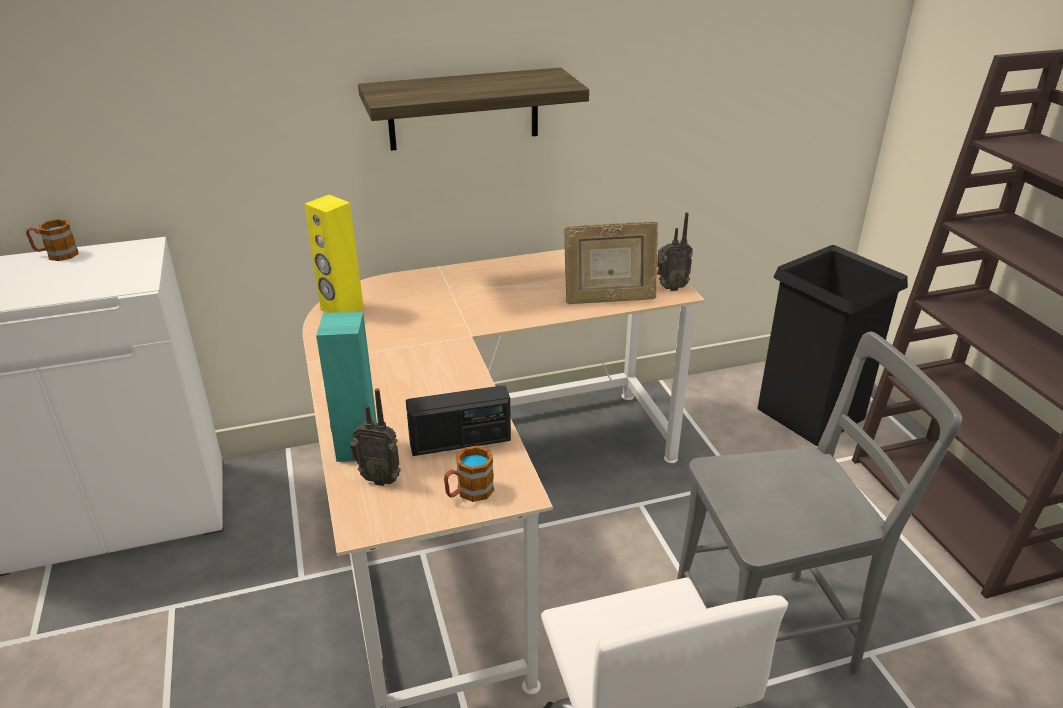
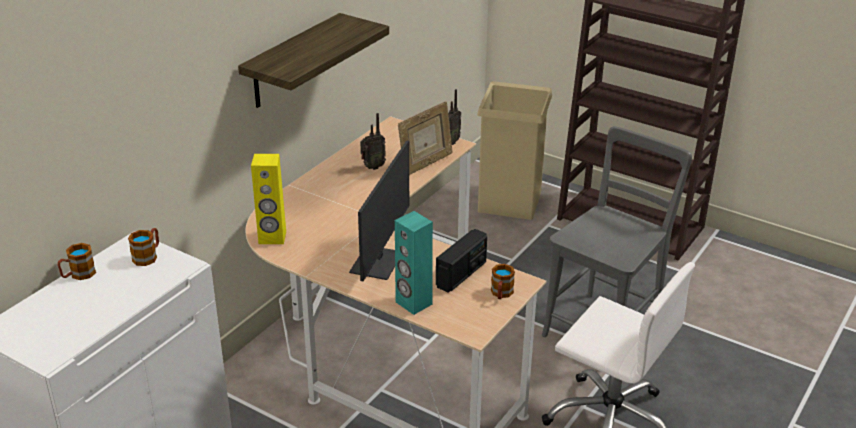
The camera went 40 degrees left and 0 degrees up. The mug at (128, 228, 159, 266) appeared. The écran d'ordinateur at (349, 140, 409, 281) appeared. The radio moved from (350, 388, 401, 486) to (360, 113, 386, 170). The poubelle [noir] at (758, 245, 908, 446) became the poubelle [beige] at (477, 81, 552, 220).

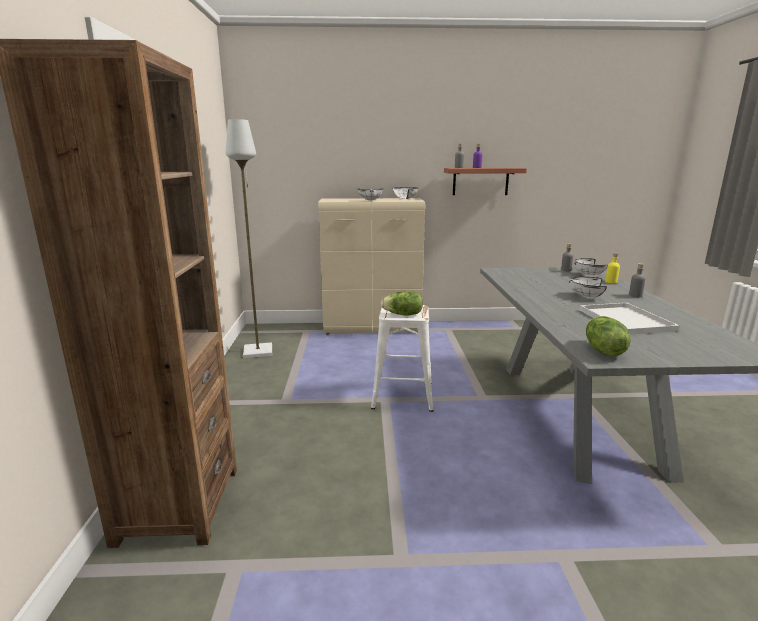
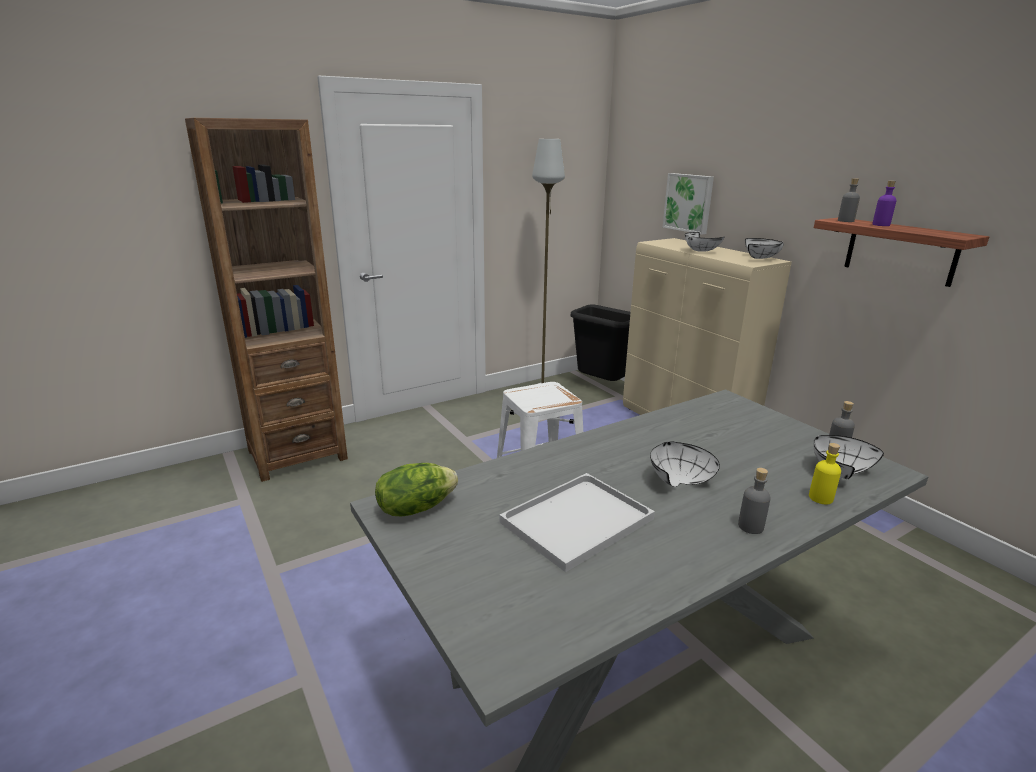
The camera went 60 degrees right and 5 degrees up. The laitue at (381, 291, 423, 316) disappeared. The poubelle [noir] at (571, 304, 630, 381) appeared. The tableau at (663, 173, 714, 235) appeared.

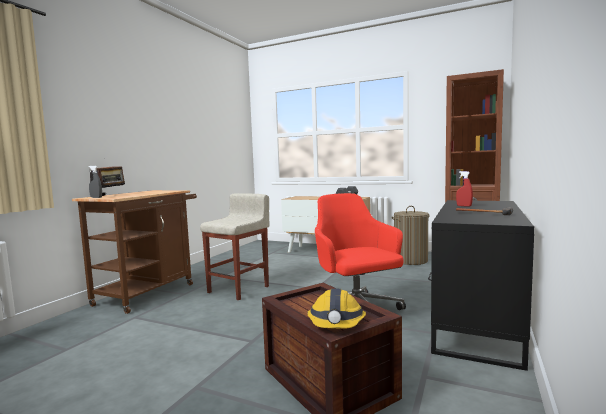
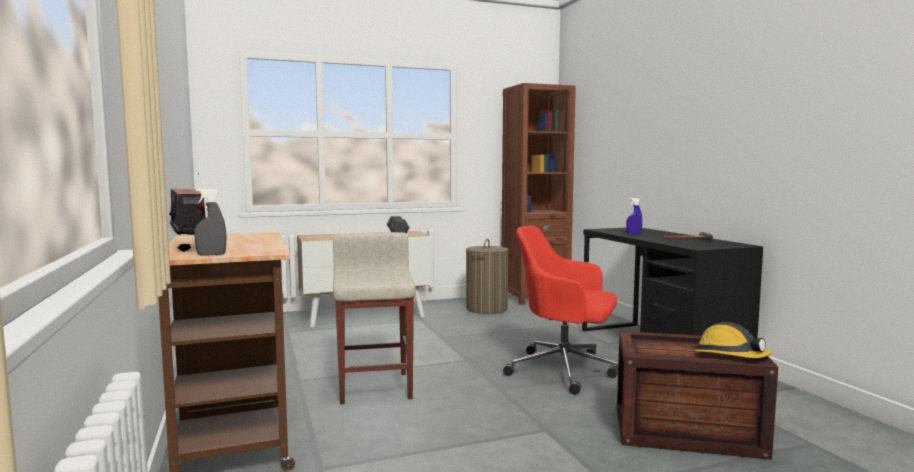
The camera went 45 degrees left and 0 degrees up. The vaporisateur [rouge] at (456, 171, 473, 207) became the vaporisateur [bleu] at (626, 198, 642, 234).

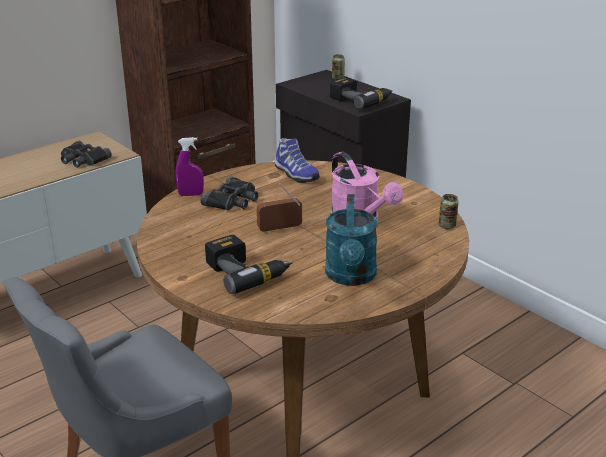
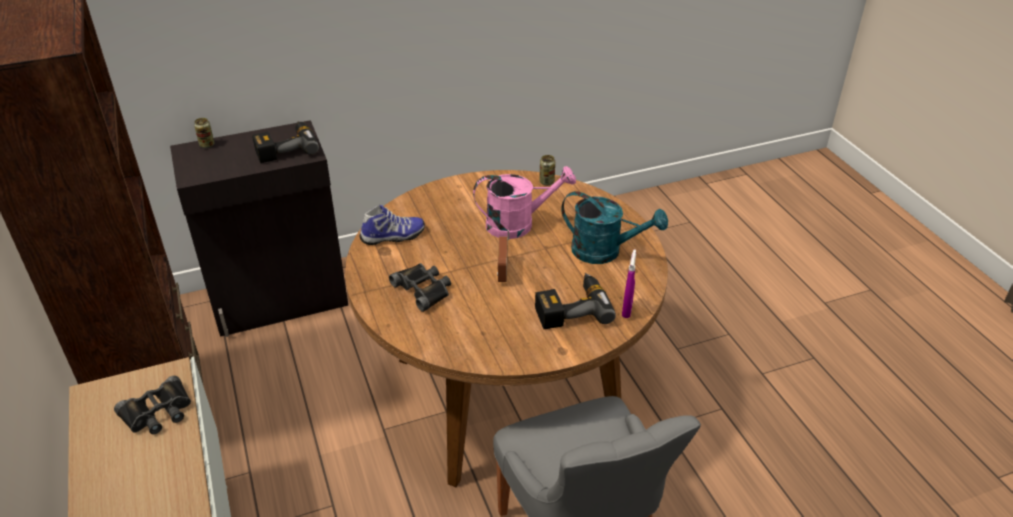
The camera went 70 degrees left and 10 degrees up. The vaporisateur [violet] moved from (176, 137, 204, 196) to (622, 249, 636, 318).

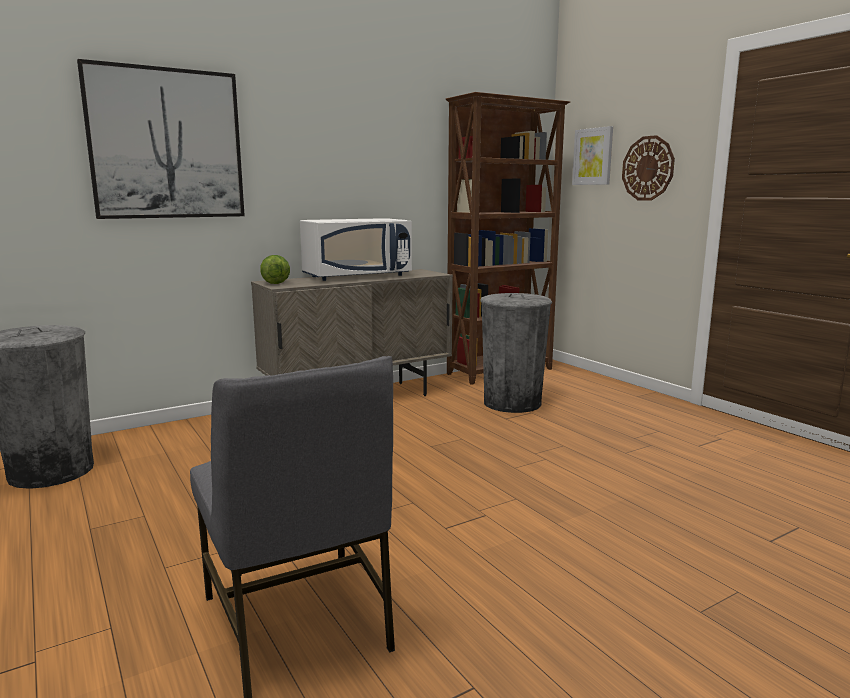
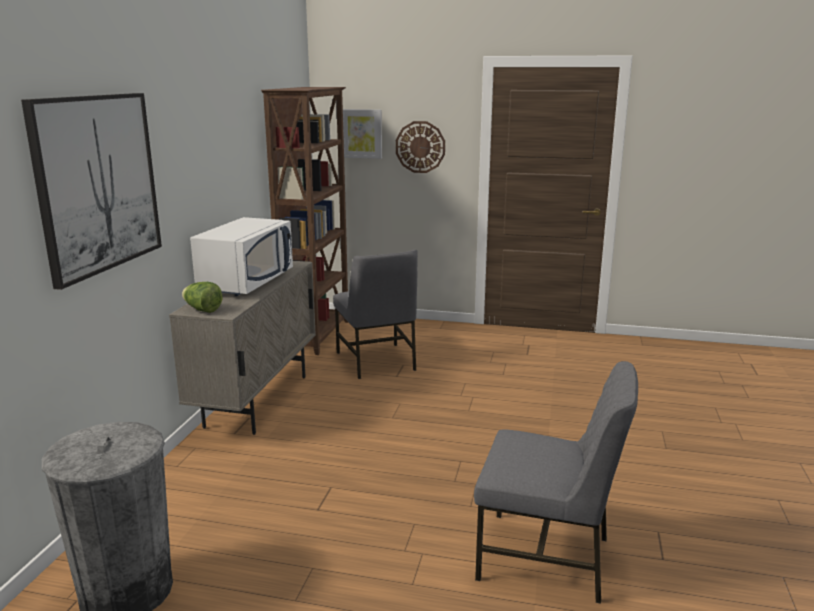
The camera went 45 degrees left and 5 degrees up. The poubelle [gris] at (480, 293, 552, 413) was replaced by the chaise [gris] at (333, 250, 418, 379).

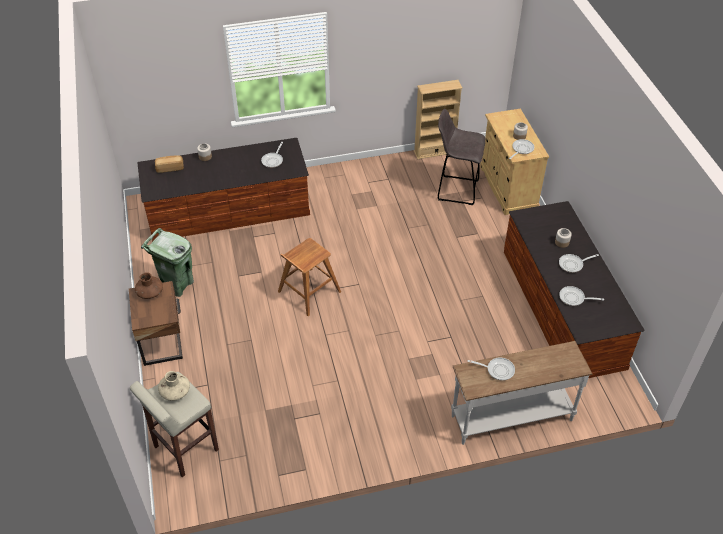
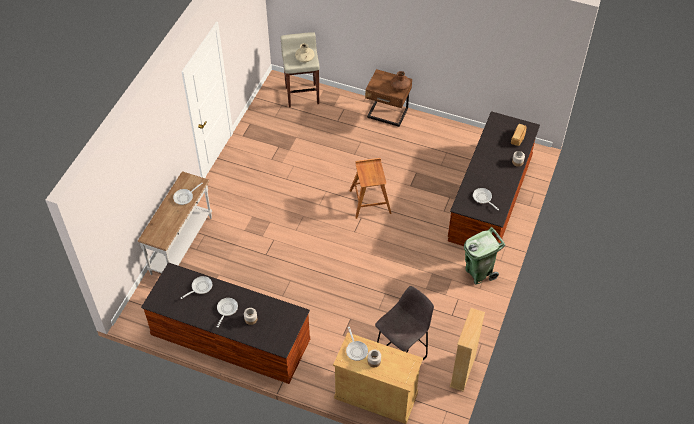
The camera went 125 degrees right and 5 degrees up. The poubelle [vert] moved from (141, 228, 194, 297) to (464, 227, 505, 285).

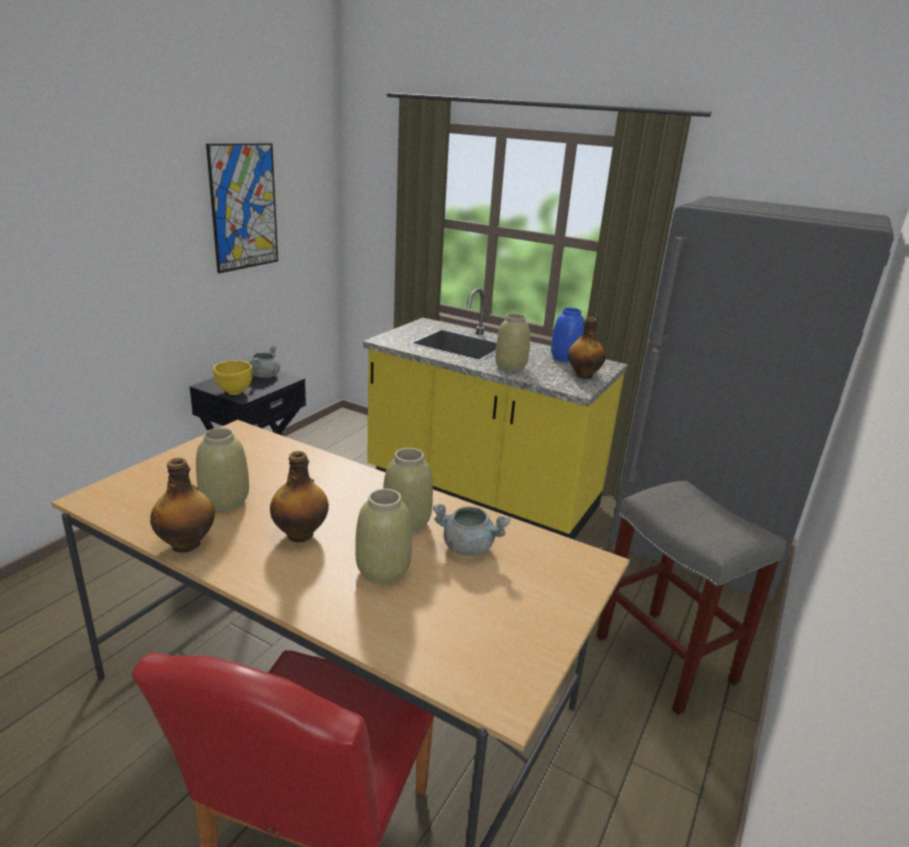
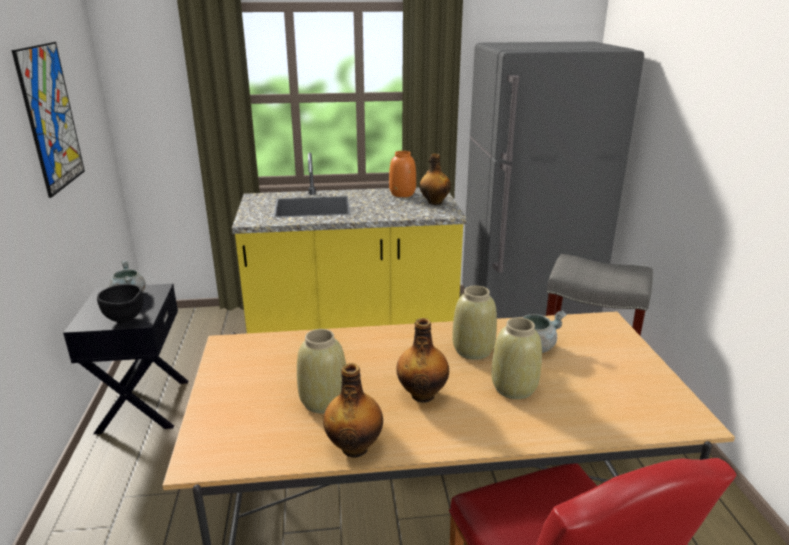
The camera went 35 degrees left and 0 degrees up. The vase [beige] at (495, 314, 530, 371) disappeared. The bol [jaune] at (213, 361, 253, 395) became the bol [noir] at (97, 284, 143, 324). The vase [bleu] at (551, 308, 585, 362) became the vase [orange] at (389, 151, 416, 197).

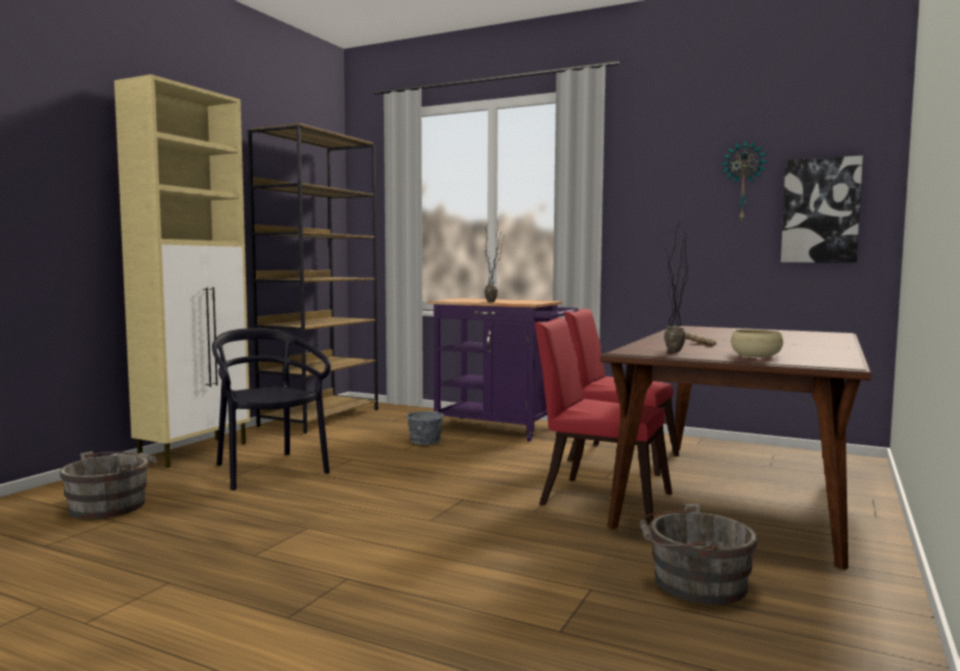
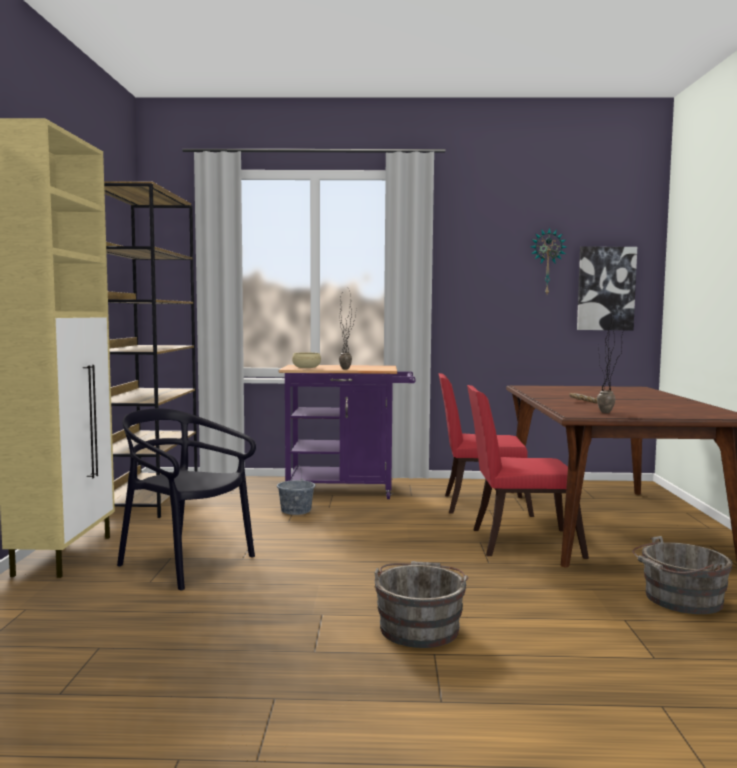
The camera went 25 degrees left and 0 degrees up. The seau [gris] moved from (60, 451, 158, 519) to (374, 561, 468, 648). The bol [beige] moved from (731, 329, 783, 357) to (292, 353, 321, 368).

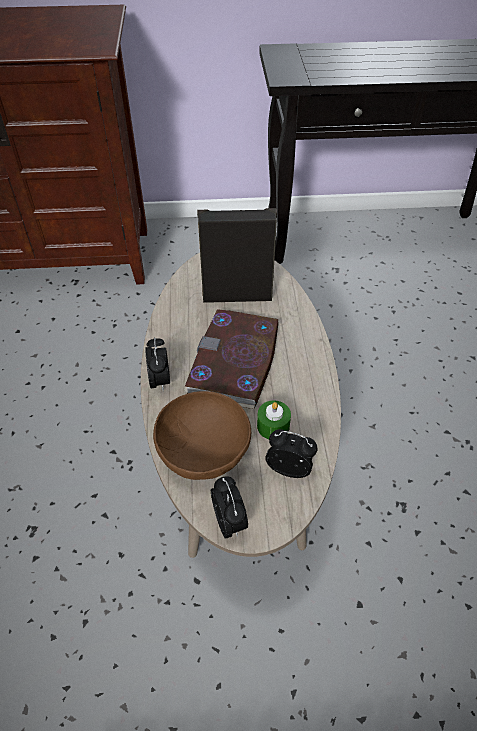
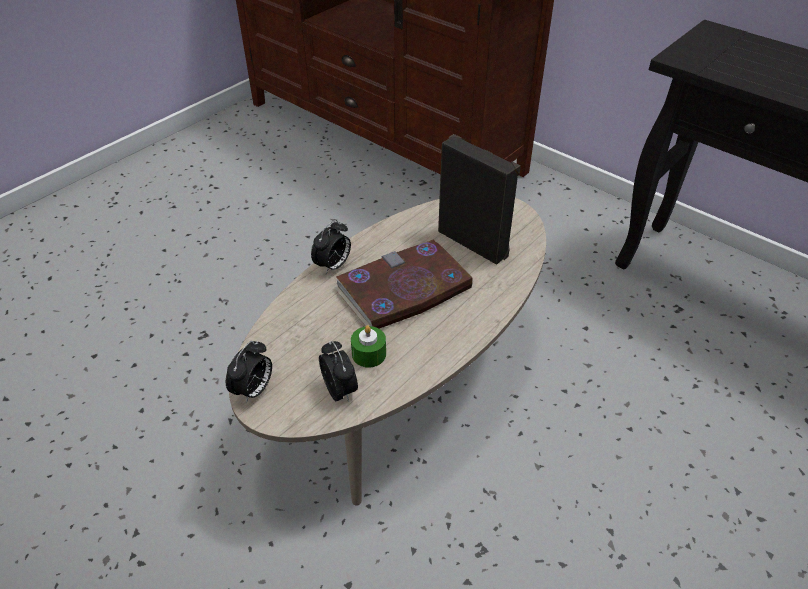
The camera went 45 degrees right and 5 degrees down. The bol [marron] at (153, 391, 251, 480) disappeared.

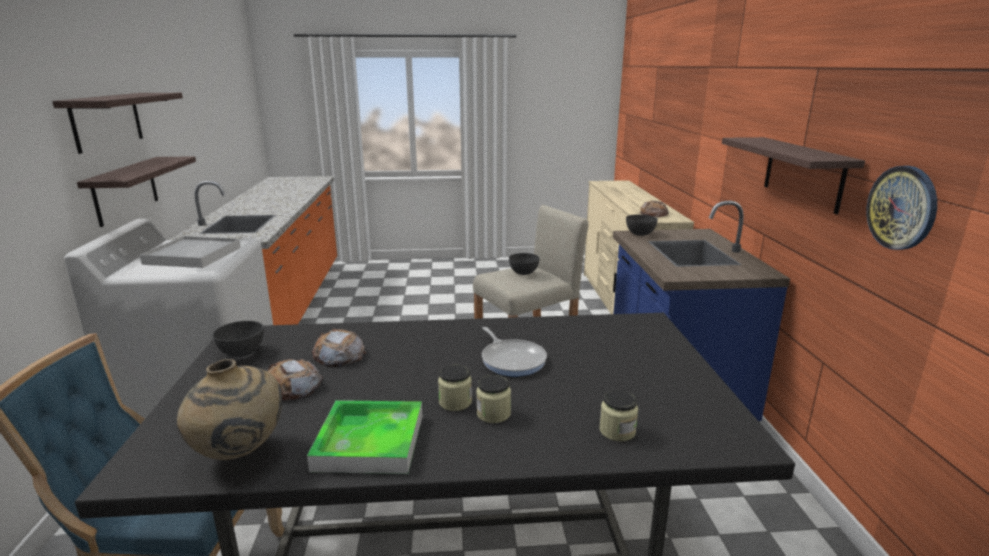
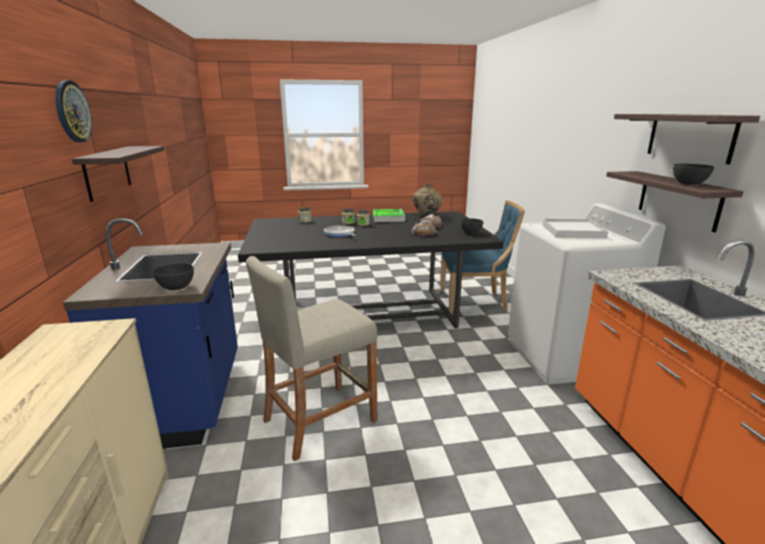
The camera went 175 degrees right and 0 degrees up. The pain at (639, 200, 669, 217) disappeared. The bol [gris] moved from (509, 253, 539, 275) to (673, 164, 714, 185). The horloge murale moved from (866, 166, 937, 250) to (55, 80, 92, 143).

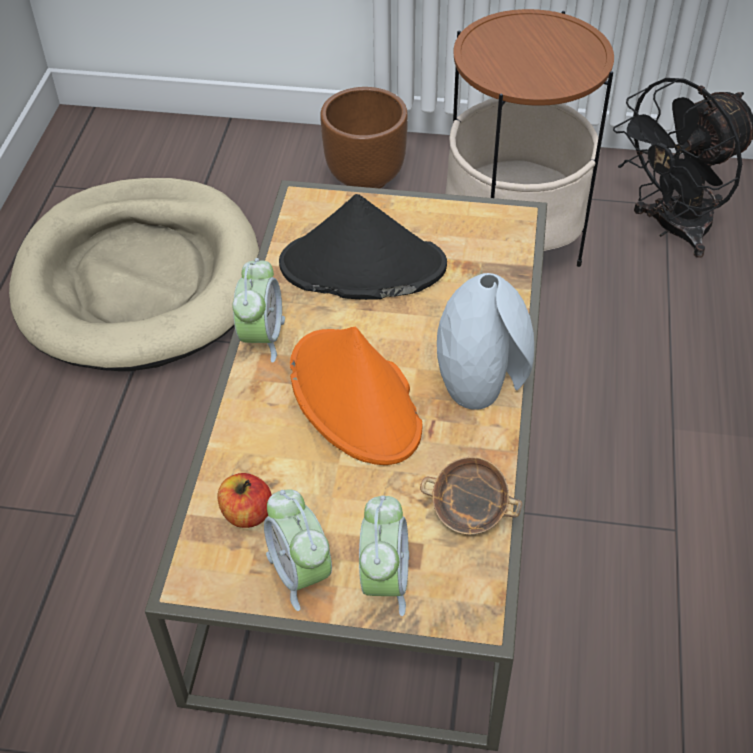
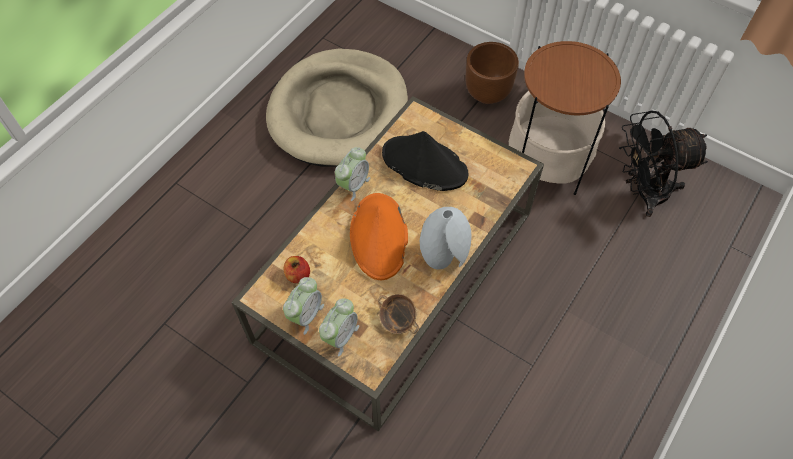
The camera went 25 degrees right and 10 degrees up. The réveil at (264, 489, 332, 611) turned 150 degrees counterclockwise.

